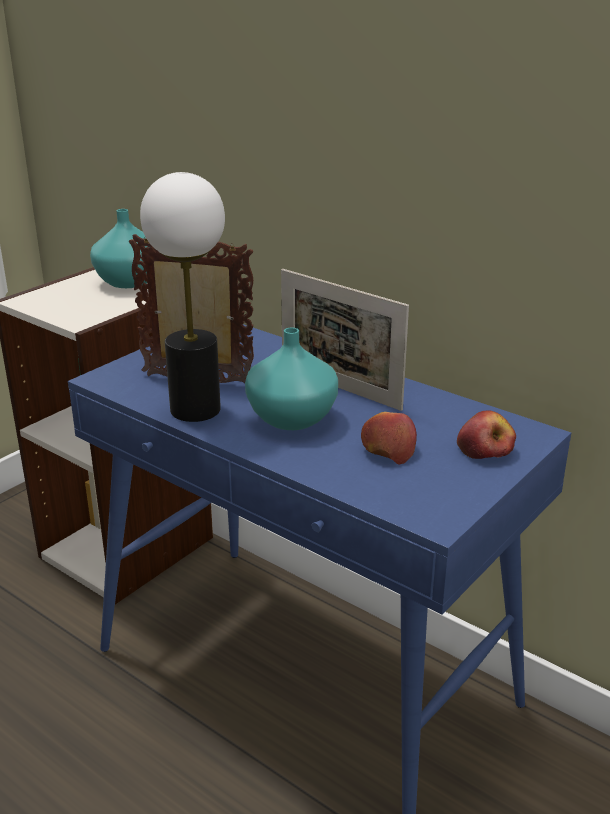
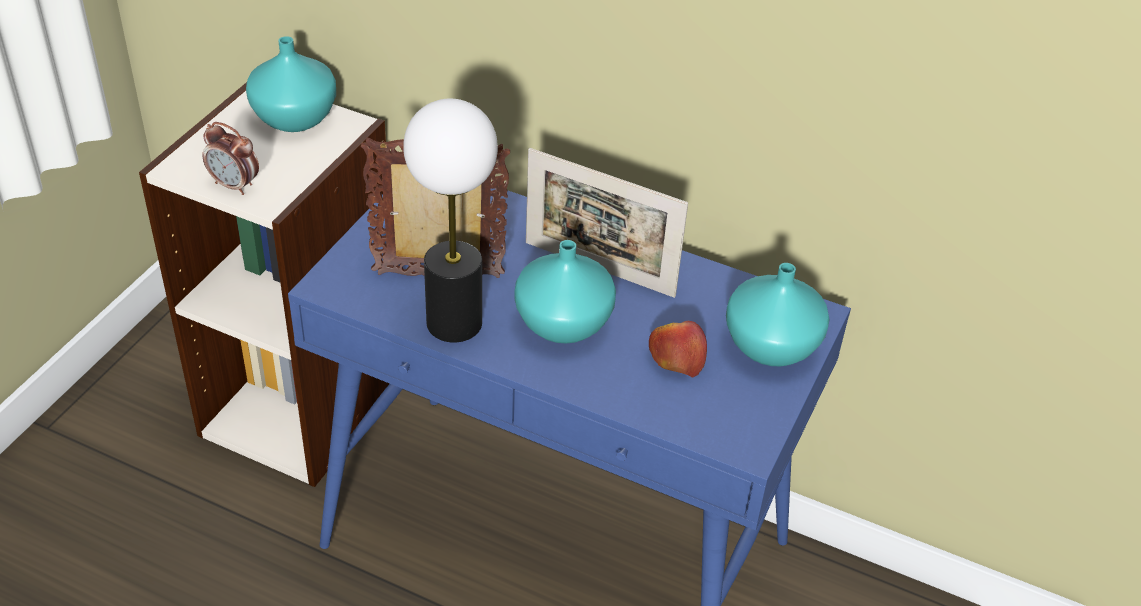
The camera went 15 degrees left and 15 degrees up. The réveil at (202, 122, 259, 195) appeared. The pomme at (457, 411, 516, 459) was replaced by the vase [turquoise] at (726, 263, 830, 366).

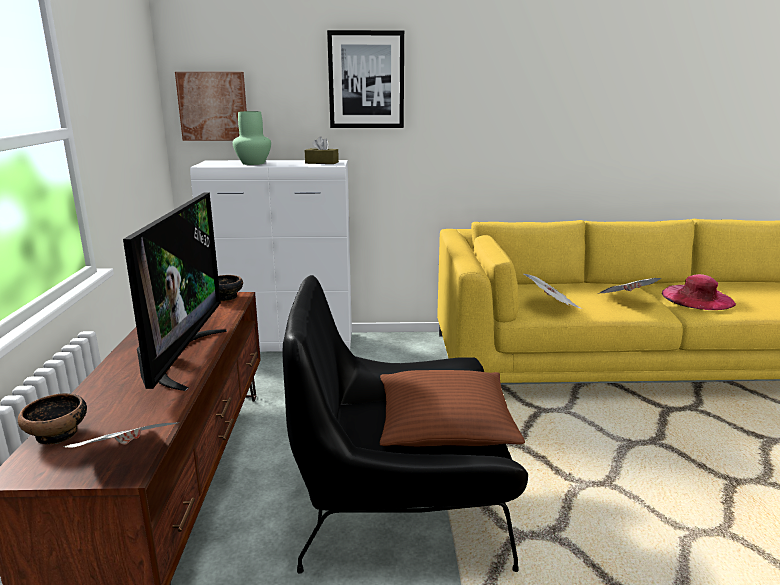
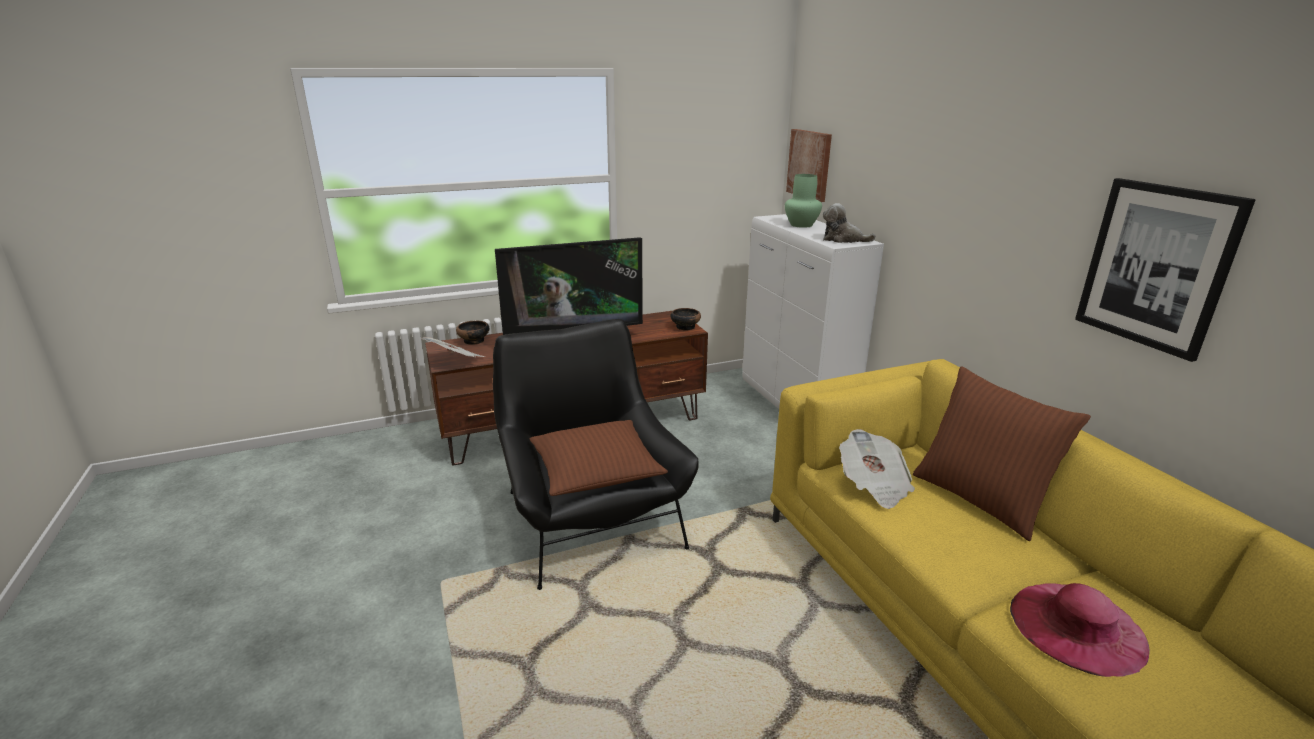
The camera went 70 degrees right and 5 degrees up. The journal at (598, 278, 661, 294) disappeared. The coussin [marron] at (913, 366, 1091, 541) appeared. The tableau moved from (327, 30, 404, 128) to (1075, 178, 1256, 362). The boîte à mouchoirs [marron] at (305, 136, 339, 164) was replaced by the peluche at (823, 203, 876, 243).

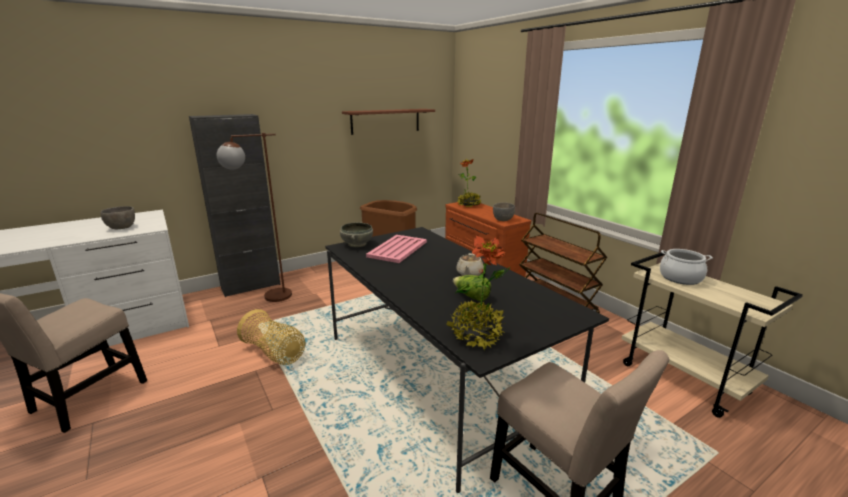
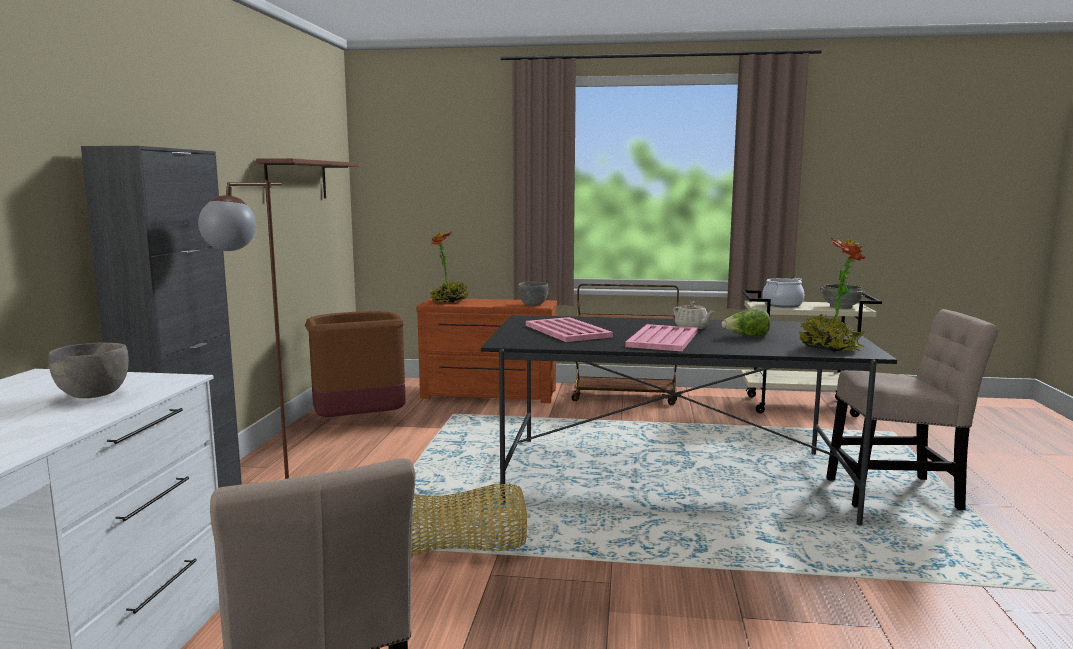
The camera went 50 degrees left and 10 degrees down. The plateau [rose] at (625, 324, 698, 352) appeared. The bol [gris] moved from (340, 222, 373, 247) to (820, 284, 866, 309).

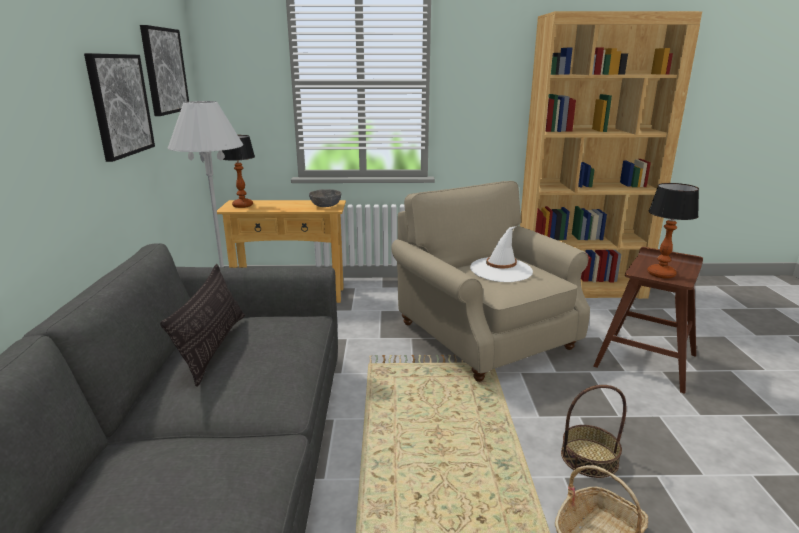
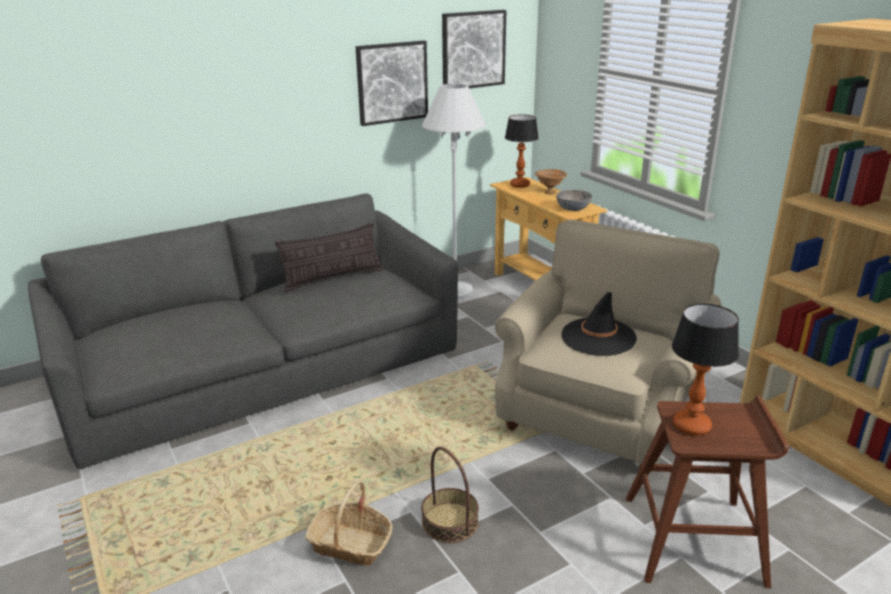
The camera went 60 degrees right and 5 degrees up. The bol [marron] at (535, 169, 567, 194) appeared. The chapeau [blanc] at (470, 226, 533, 282) became the chapeau [noir] at (561, 292, 637, 356).

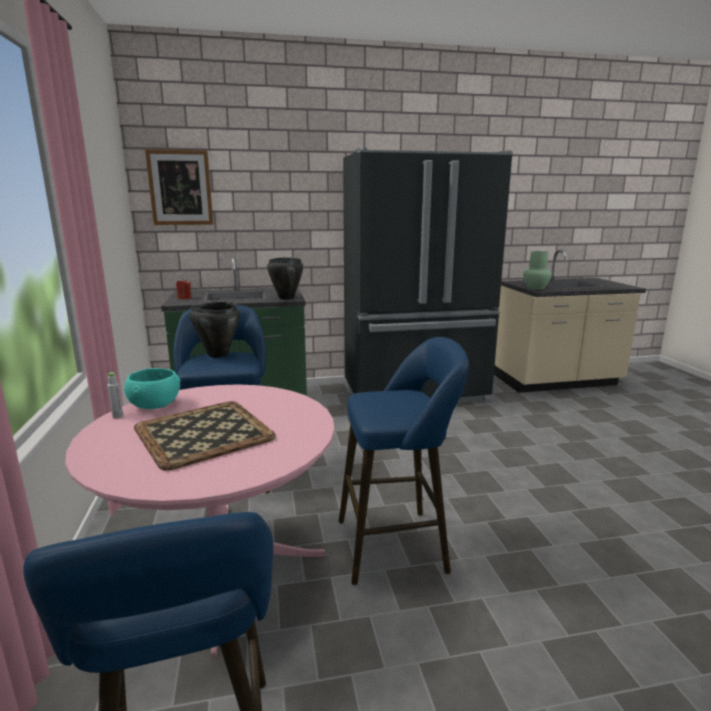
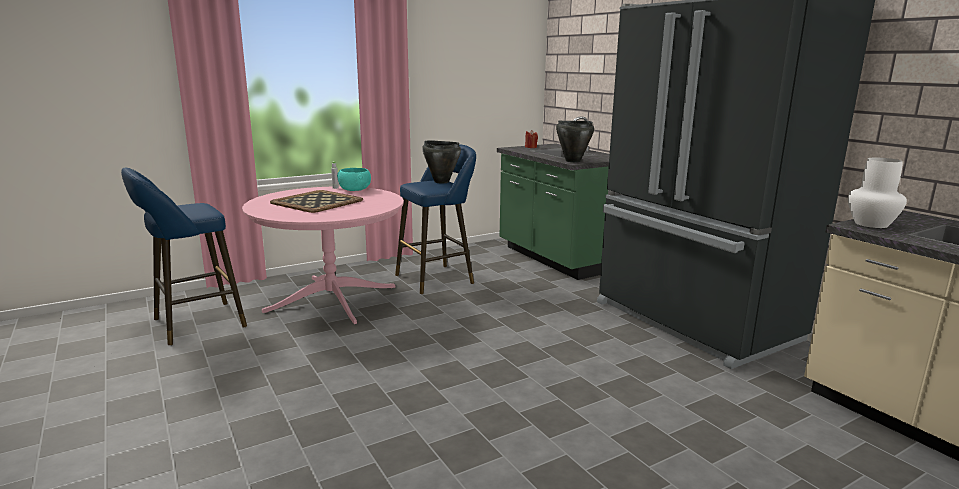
The camera went 70 degrees right and 0 degrees up. The tableau at (145, 149, 213, 225) disappeared. The tabouret [bleu] at (339, 337, 469, 585) disappeared. The vase [vert] at (523, 251, 552, 290) became the vase [blanc] at (848, 158, 907, 228).

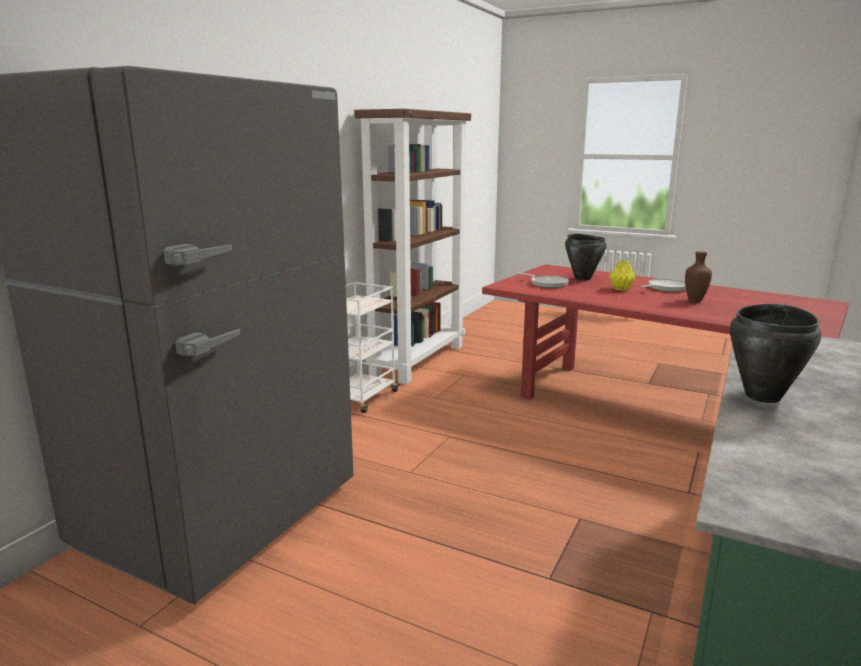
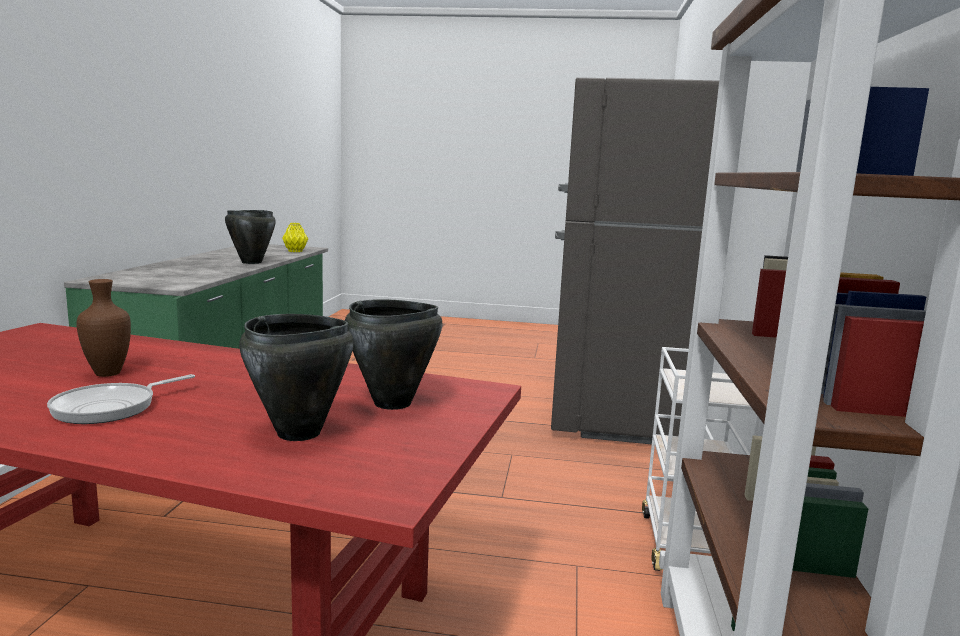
The camera went 160 degrees right and 5 degrees down. The vase [jaune] moved from (609, 261, 636, 291) to (282, 223, 308, 252). The poêle at (518, 272, 569, 288) was replaced by the marmite [noir] at (345, 299, 443, 410).

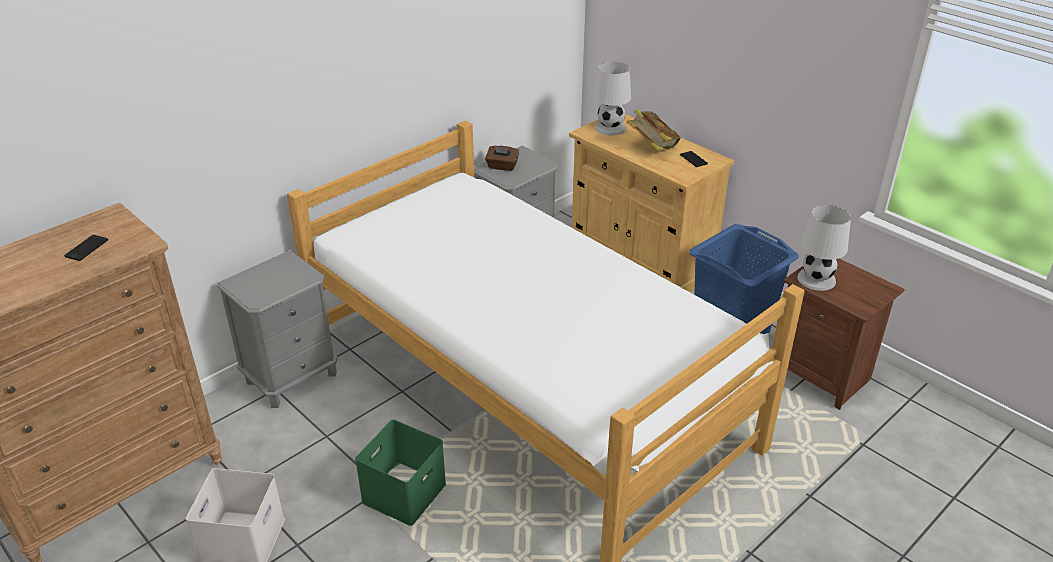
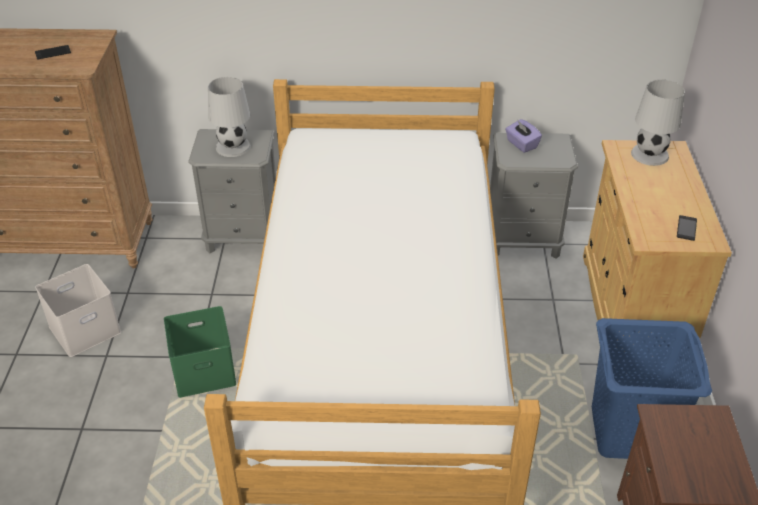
The camera went 45 degrees right and 5 degrees up. The livre at (627, 110, 681, 151) disappeared. The lampe de table [blanc] moved from (797, 205, 851, 291) to (208, 77, 251, 157). The boîte à mouchoirs [marron] at (485, 146, 520, 171) became the boîte à mouchoirs [violet] at (505, 119, 542, 153).

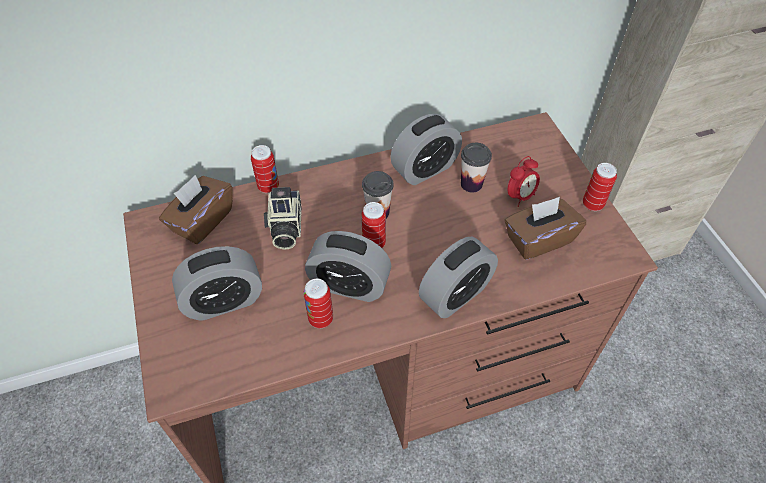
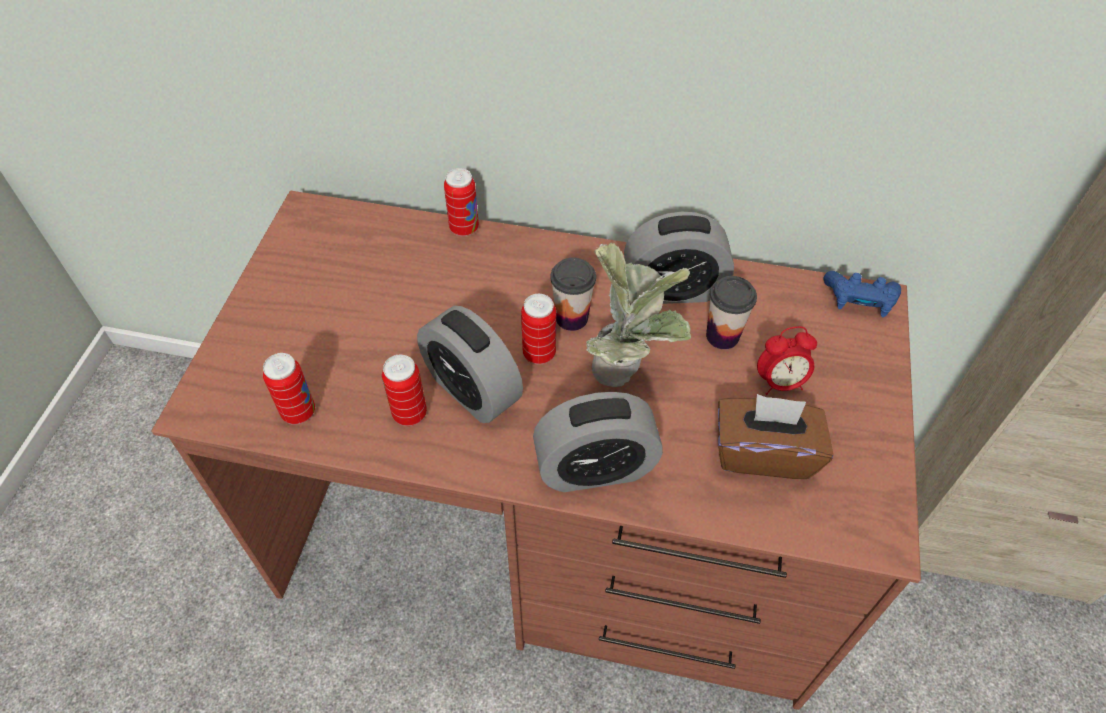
The camera went 30 degrees right and 0 degrees up. The boîte à mouchoirs [marron] at (159, 175, 233, 244) disappeared. The réveil at (172, 246, 262, 321) disappeared. The appareil photo at (264, 187, 301, 250) disappeared. The plante en pot at (586, 240, 691, 387) appeared. The manette [bleu] at (824, 271, 901, 317) appeared. The boîte métallique moved from (583, 163, 617, 211) to (263, 353, 315, 425).

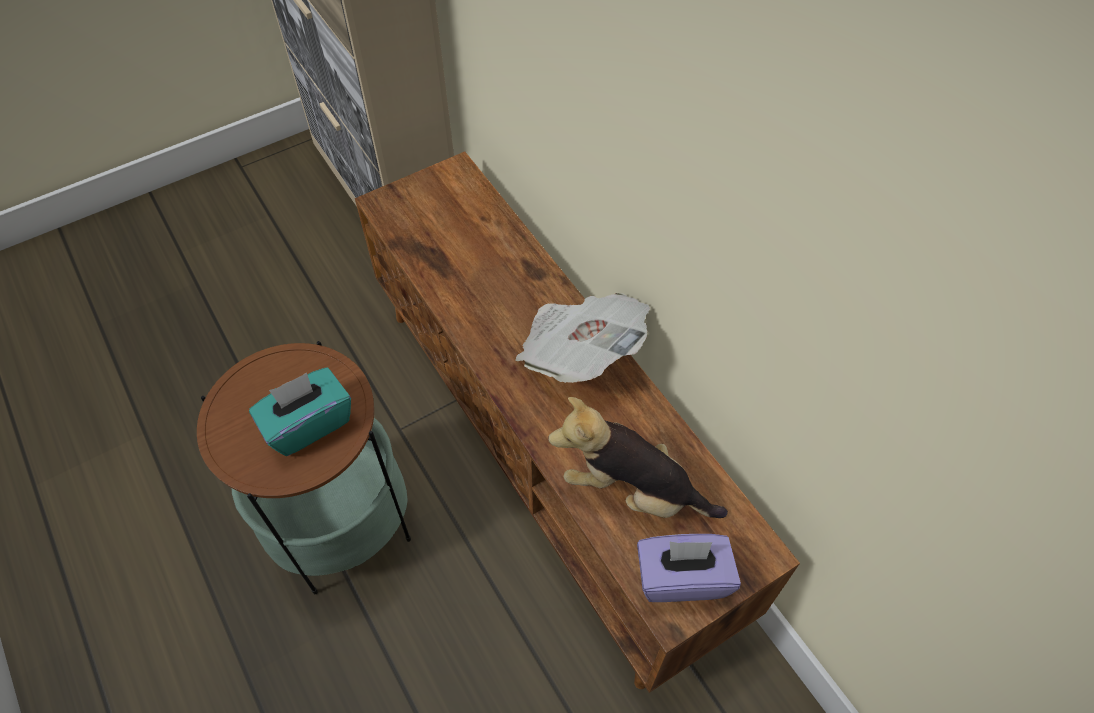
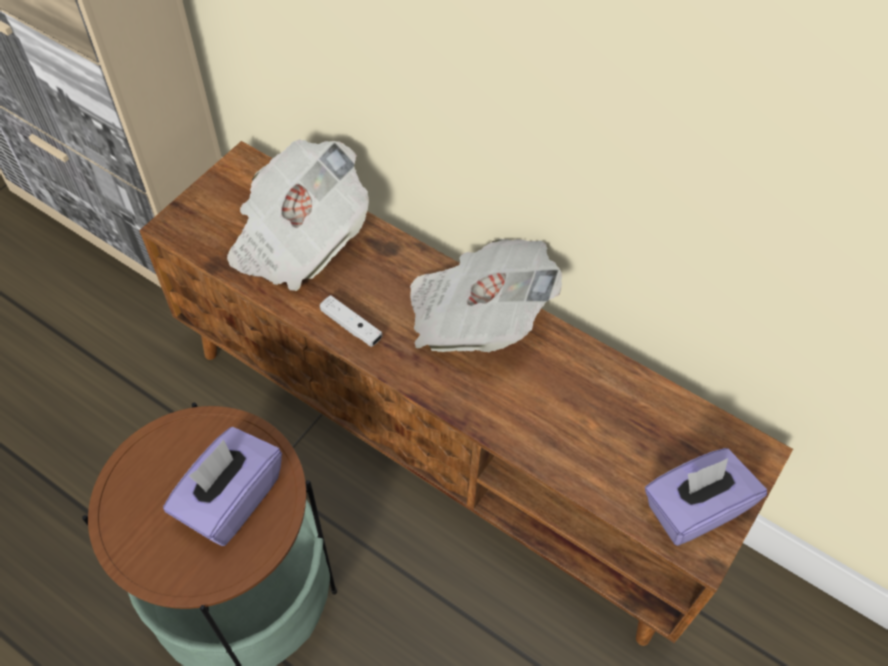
The camera went 25 degrees left and 0 degrees up. The peluche at (548, 397, 728, 518) disappeared. The journal at (227, 139, 369, 291) appeared. The manette [blanc] at (320, 295, 382, 347) appeared. The boîte à mouchoirs [turquoise] at (249, 367, 351, 456) became the boîte à mouchoirs [violet] at (163, 427, 282, 546).

